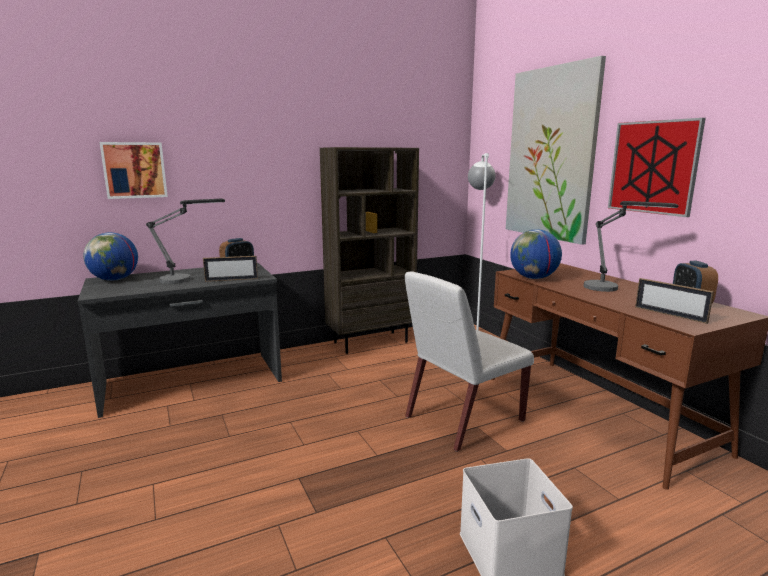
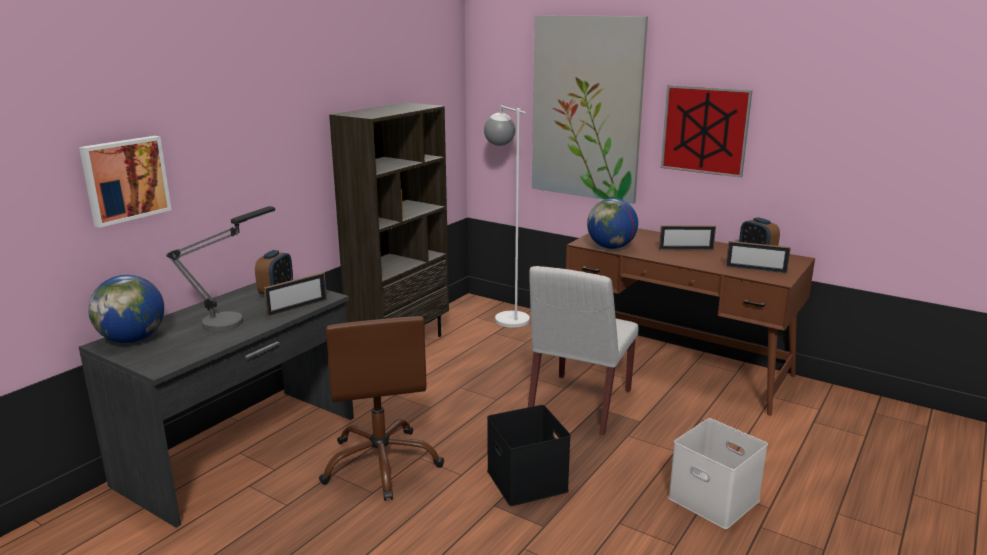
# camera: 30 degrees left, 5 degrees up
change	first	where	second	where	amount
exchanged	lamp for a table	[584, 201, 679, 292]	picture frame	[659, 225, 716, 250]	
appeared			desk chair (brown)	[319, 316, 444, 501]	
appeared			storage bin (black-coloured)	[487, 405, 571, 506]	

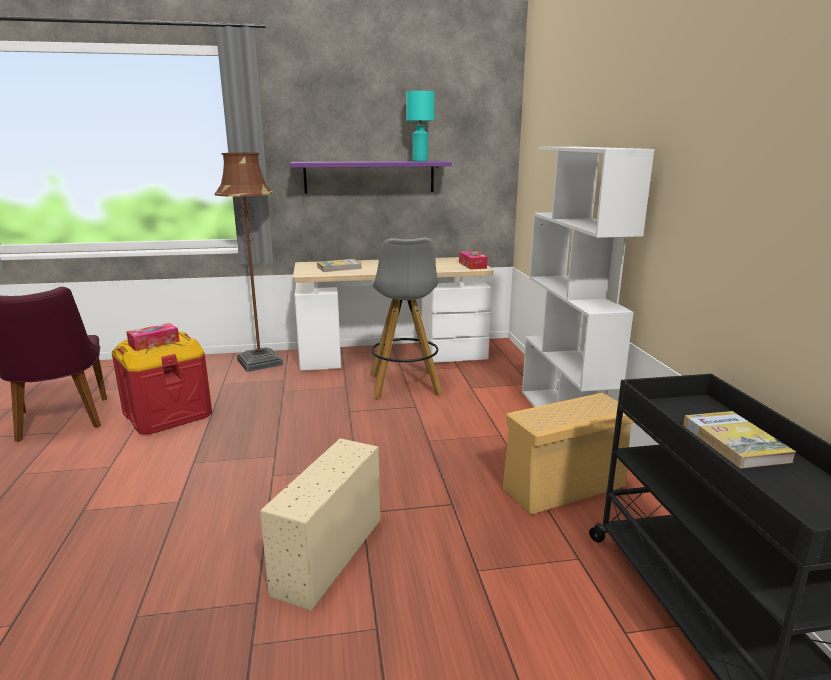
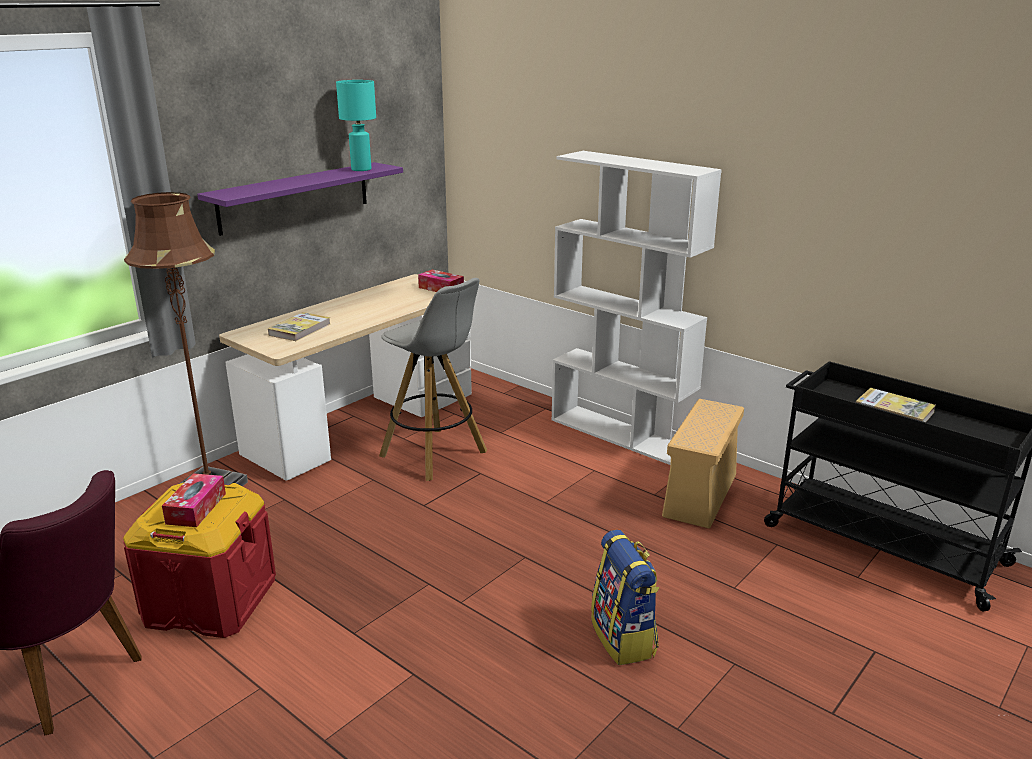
# camera: 40 degrees left, 5 degrees up
change	first	where	second	where	amount
exchanged	storage bin (beige)	[260, 438, 380, 611]	rucksack	[591, 530, 660, 665]	

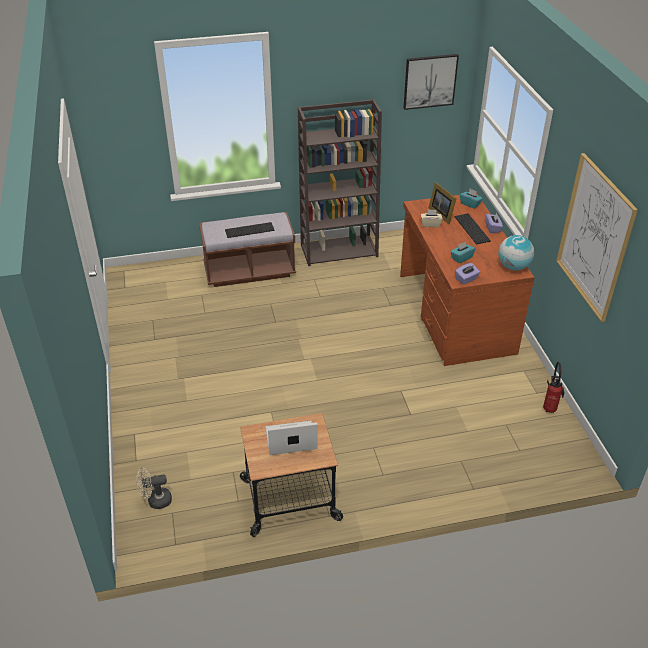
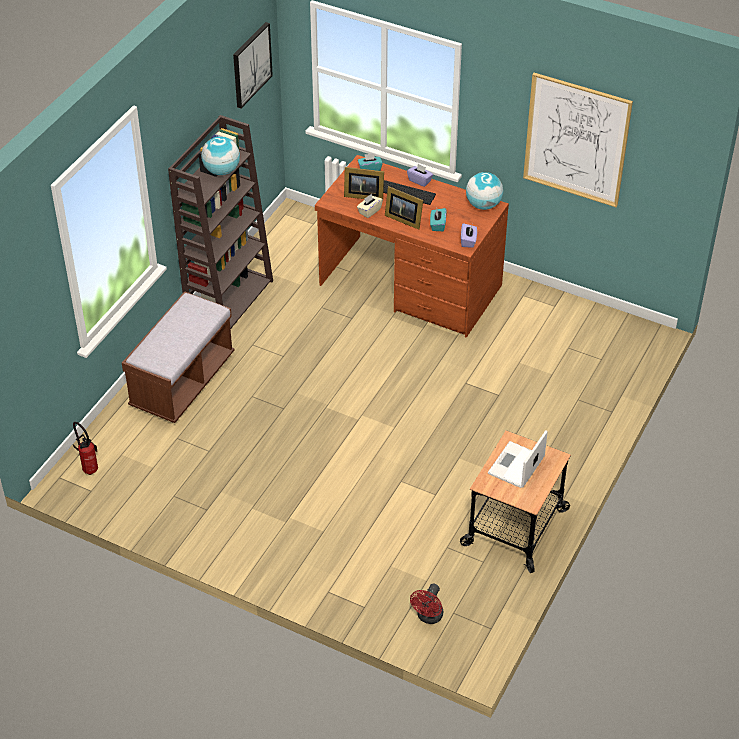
# camera: 50 degrees left, 5 degrees up
change	first	where	second	where	amount
missing	PC keyboard	[225, 222, 274, 238]			
relocated	fire-fighting cylinder	[543, 362, 565, 413]		[73, 422, 98, 475]	
colour	fan (beige)	[136, 468, 172, 509]	fan (red)	[410, 584, 443, 624]	
appeared			world globe	[201, 136, 240, 175]	
appeared			picture frame	[385, 186, 423, 230]	

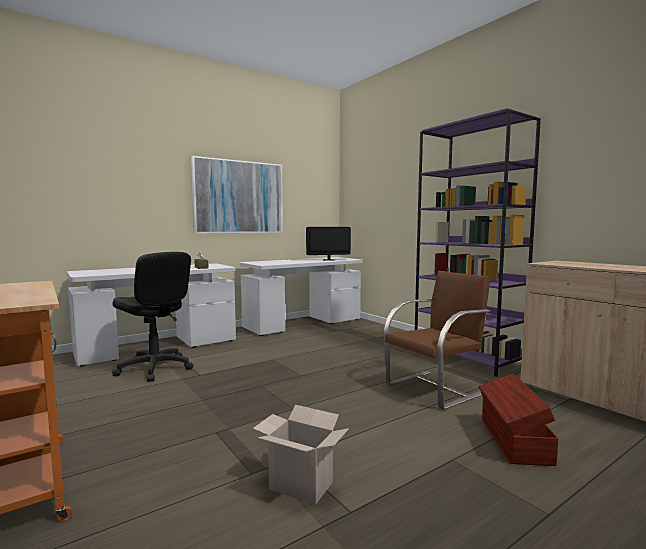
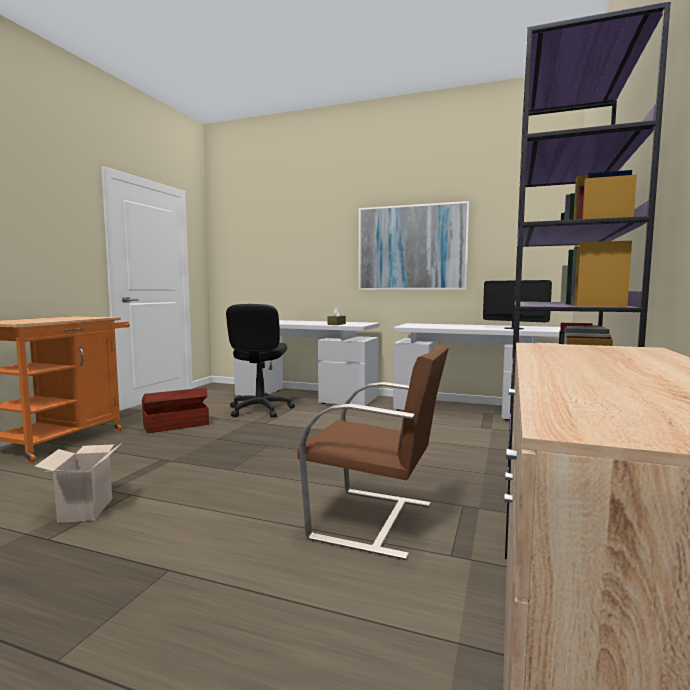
# camera: 55 degrees right, 0 degrees up
change	first	where	second	where	amount
relocated	storage bin (brown)	[479, 373, 558, 466]		[142, 388, 209, 433]	

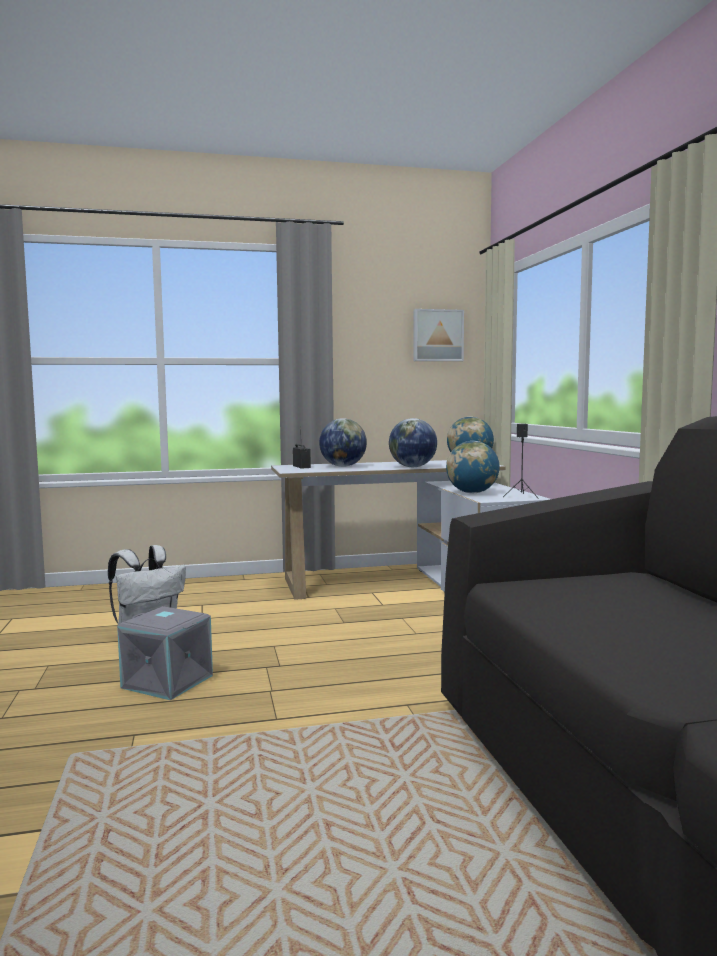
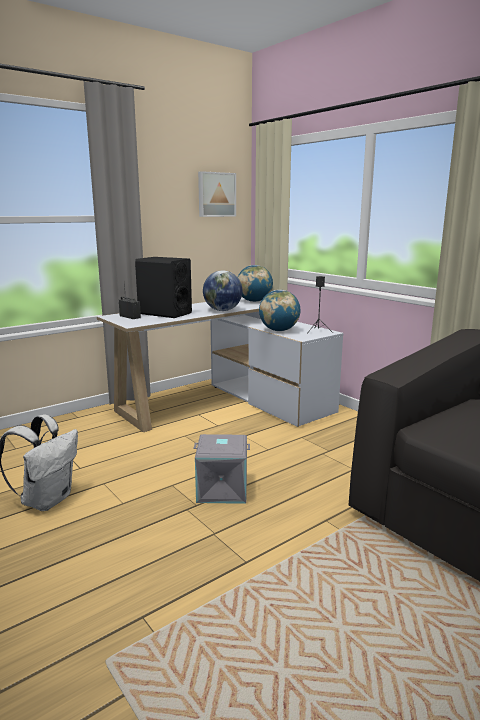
# camera: 25 degrees left, 10 degrees up
change	first	where	second	where	amount
exchanged	world globe	[319, 418, 367, 467]	loudspeaker (black-coloured)	[135, 257, 192, 318]	
relocated	storage bin (greyish)	[117, 606, 213, 700]		[193, 434, 250, 504]	

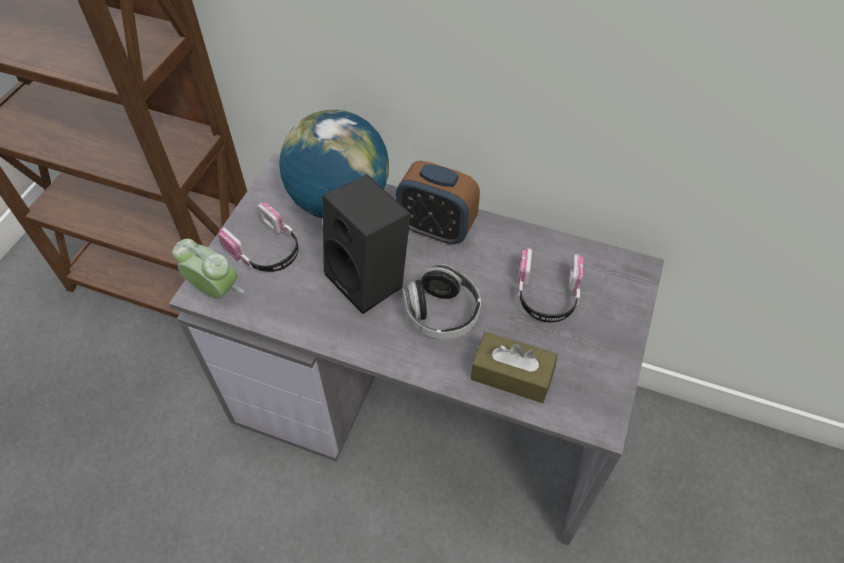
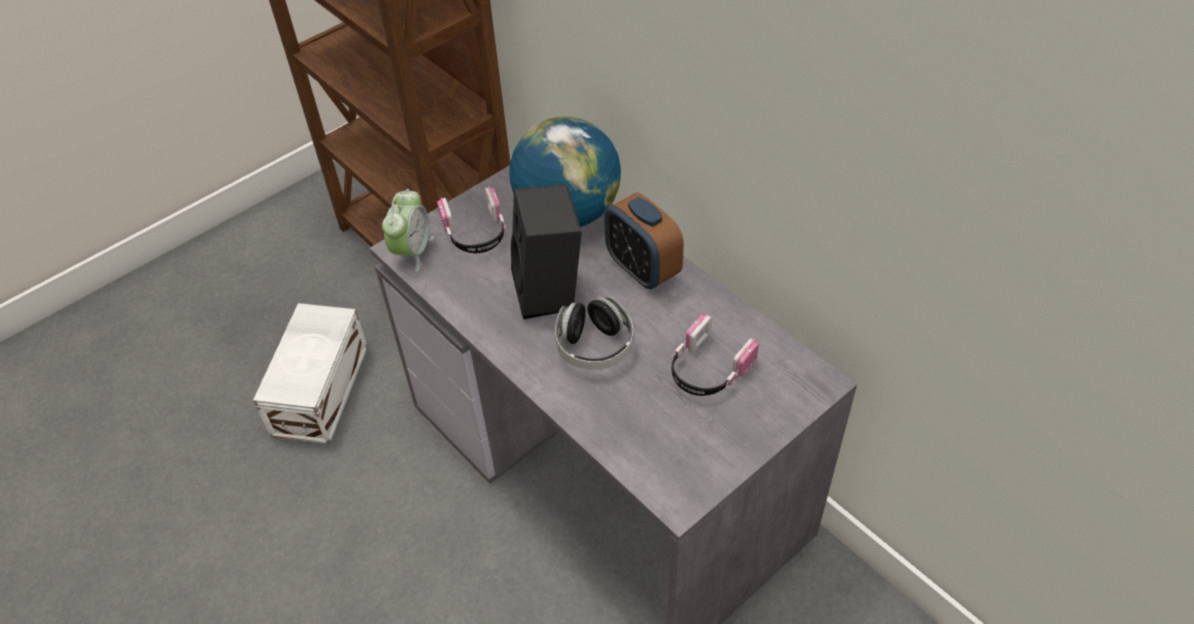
# camera: 30 degrees right, 5 degrees down
change	first	where	second	where	amount
spun	alarm clock	[172, 239, 245, 299]		[382, 189, 434, 272]	45 degrees clockwise
missing	tissue holder (brown)	[471, 332, 558, 403]			
appeared			storage bin (white-coloured)	[253, 303, 368, 444]	

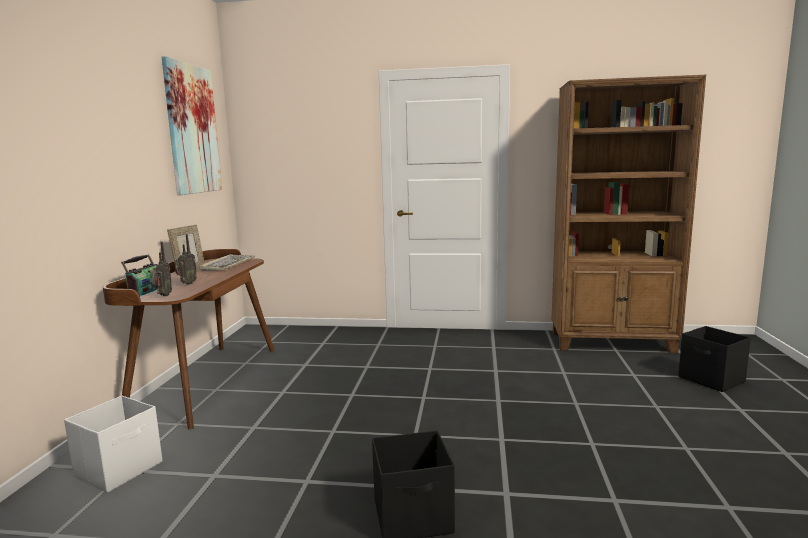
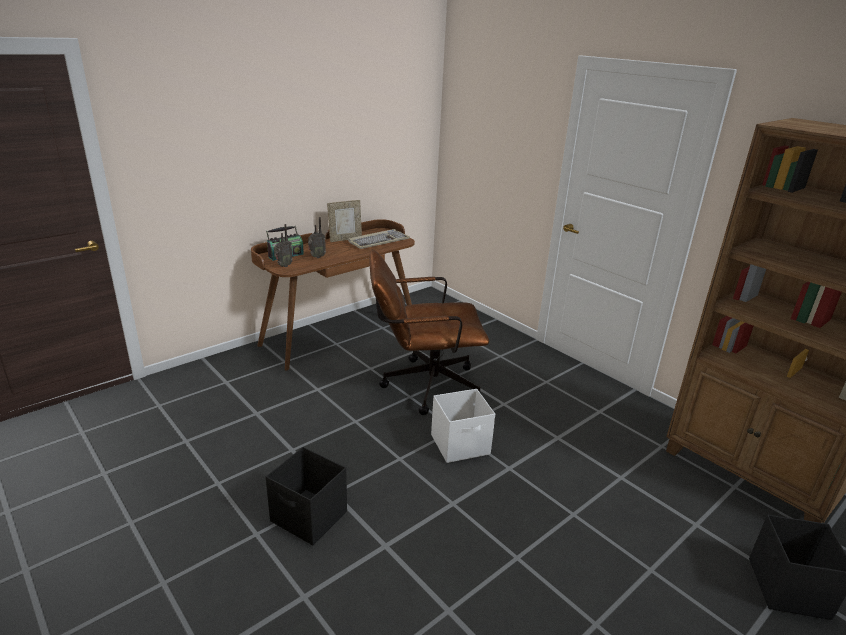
# camera: 40 degrees right, 15 degrees up
change	first	where	second	where	amount
missing	picture	[162, 56, 222, 195]			
relocated	storage bin (white-coloured)	[64, 396, 162, 493]		[431, 389, 495, 463]	
appeared			desk chair (brown)	[369, 250, 489, 415]	

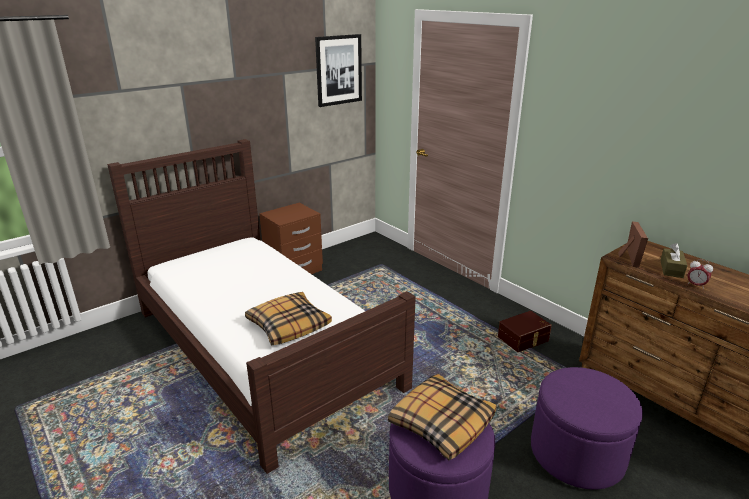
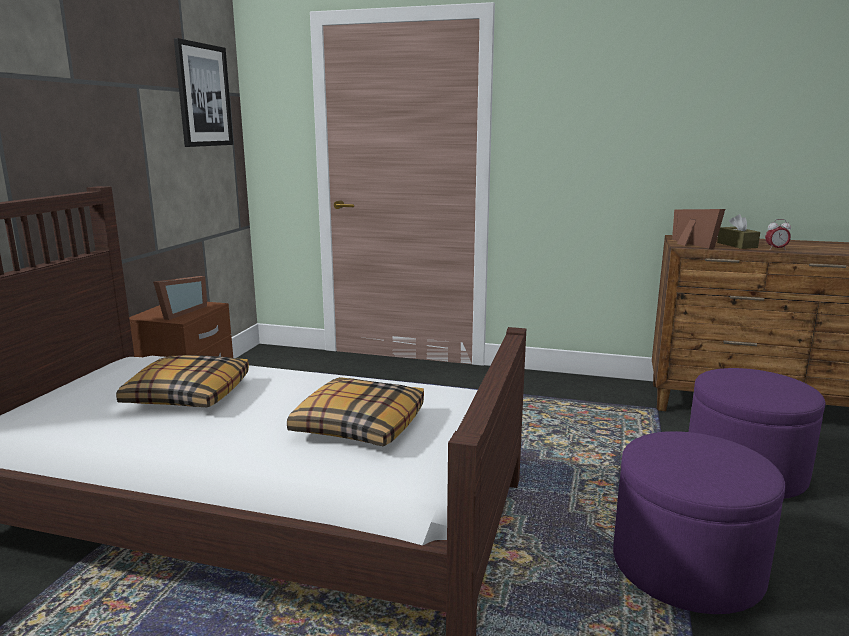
# camera: 35 degrees left, 10 degrees down
change	first	where	second	where	amount
missing	storage bin (brown)	[498, 311, 552, 352]			
relocated	cushion	[388, 374, 496, 460]		[116, 355, 249, 407]	
appeared			picture frame	[153, 276, 207, 320]	

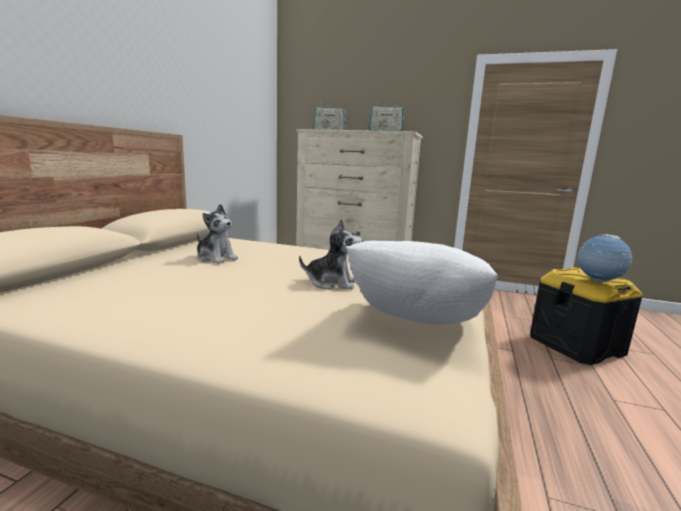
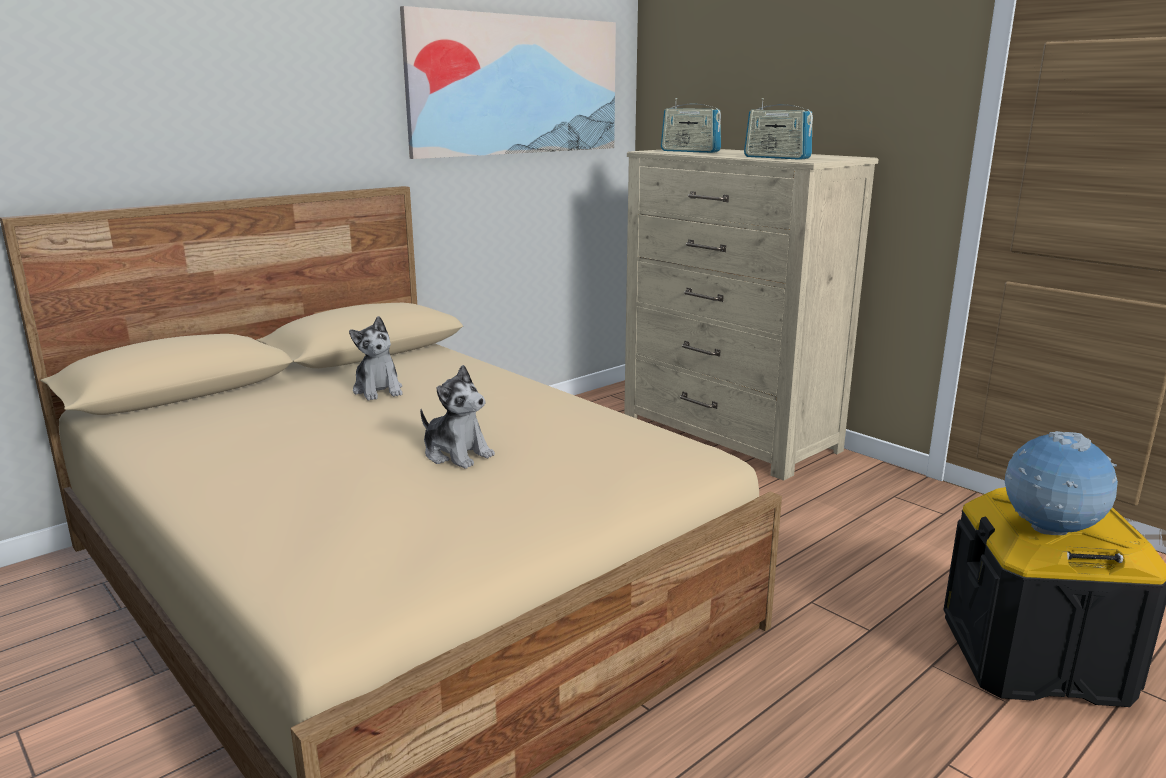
# camera: 30 degrees right, 5 degrees up
change	first	where	second	where	amount
missing	cushion (white-coloured)	[346, 241, 498, 325]			
appeared			picture	[400, 6, 616, 159]	

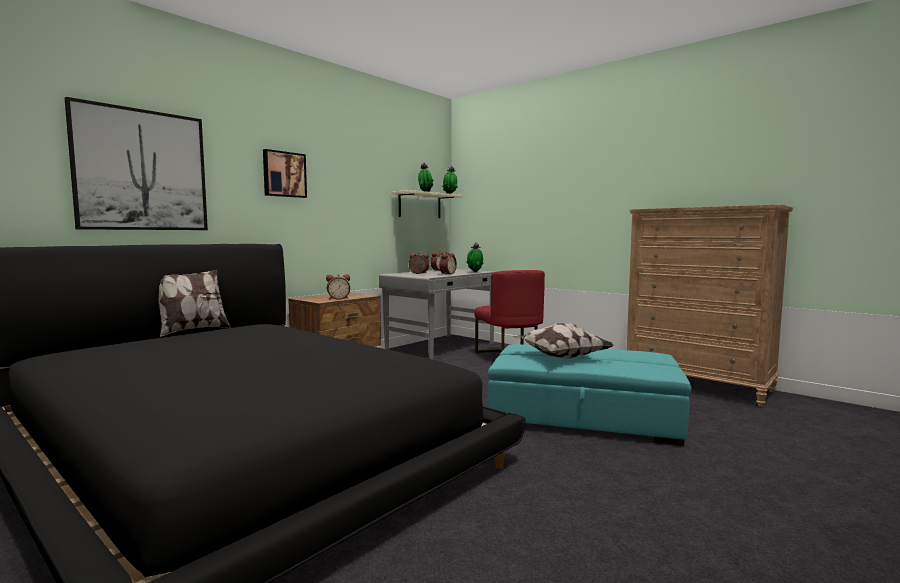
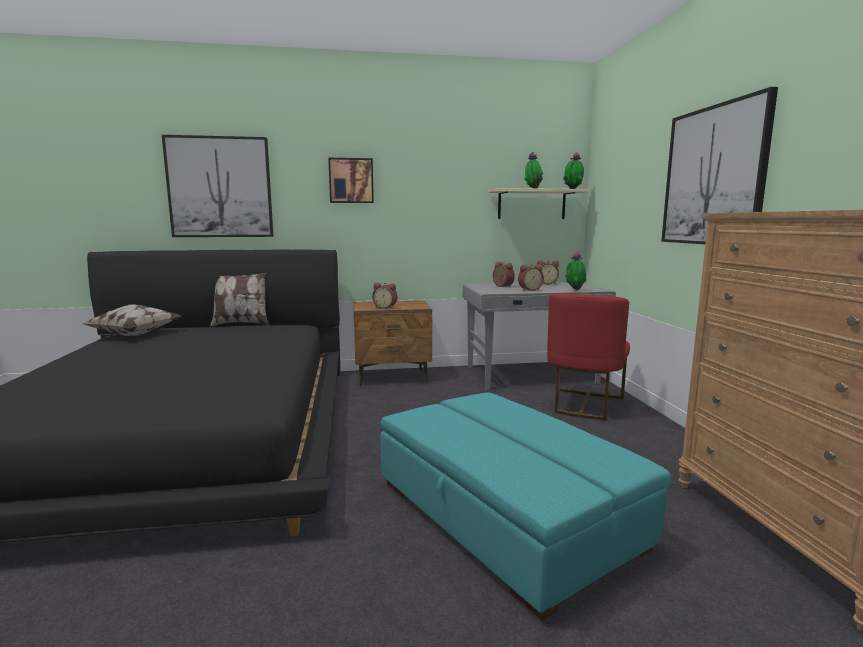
# camera: 40 degrees right, 5 degrees up
change	first	where	second	where	amount
relocated	cushion	[513, 323, 613, 359]		[81, 304, 181, 336]	
appeared			picture	[661, 87, 778, 244]	

